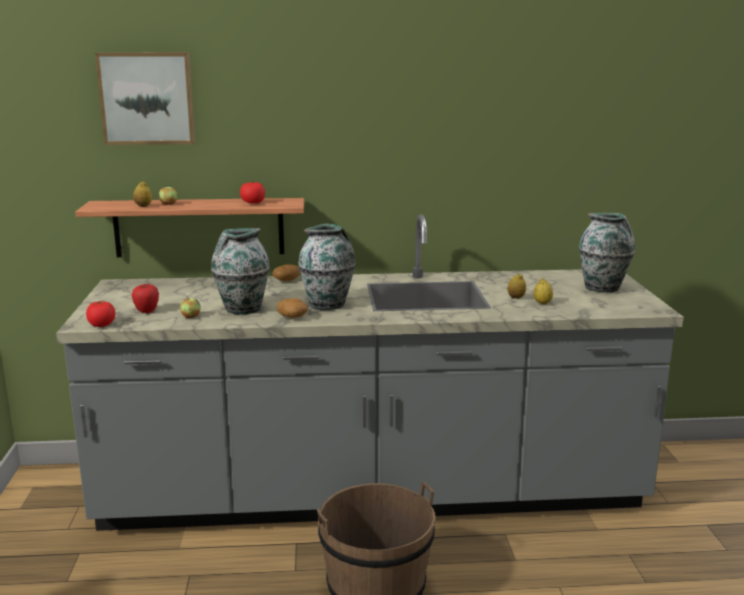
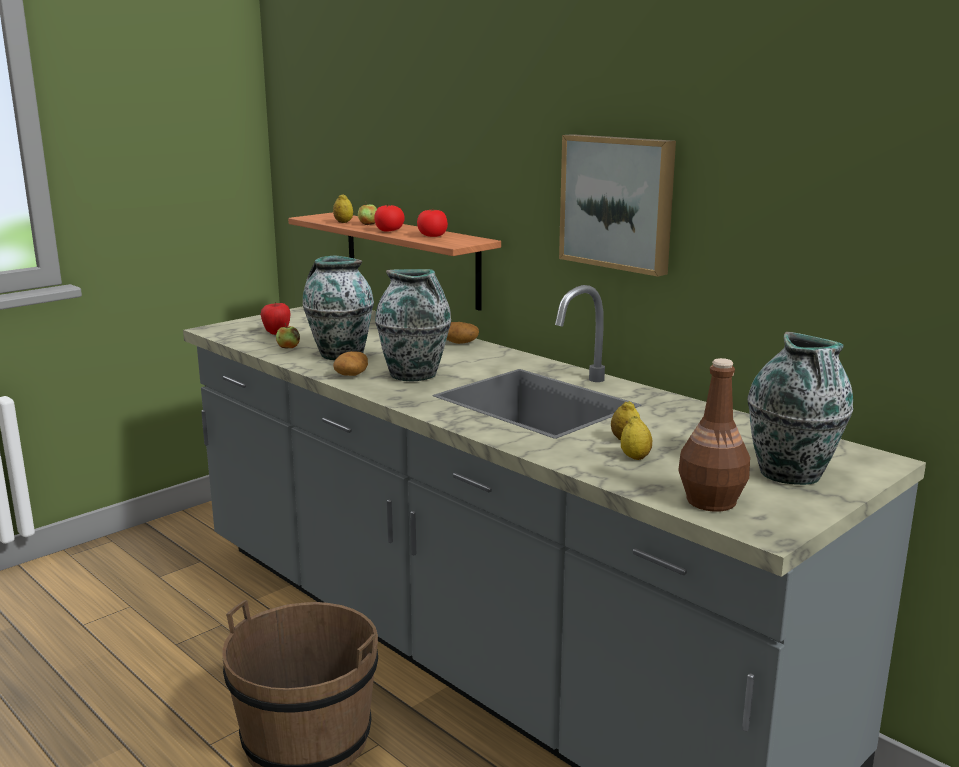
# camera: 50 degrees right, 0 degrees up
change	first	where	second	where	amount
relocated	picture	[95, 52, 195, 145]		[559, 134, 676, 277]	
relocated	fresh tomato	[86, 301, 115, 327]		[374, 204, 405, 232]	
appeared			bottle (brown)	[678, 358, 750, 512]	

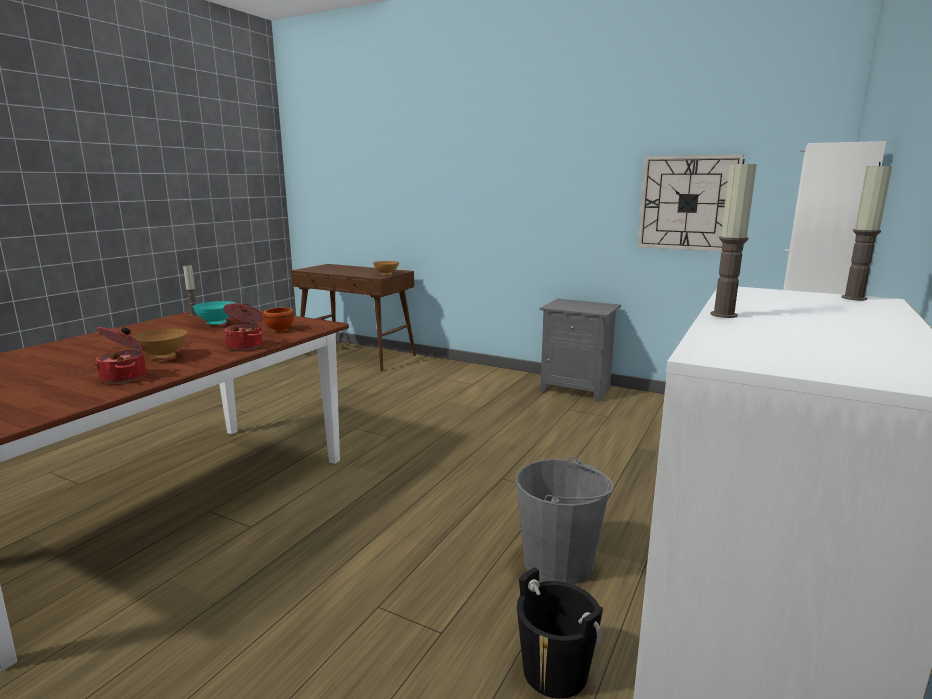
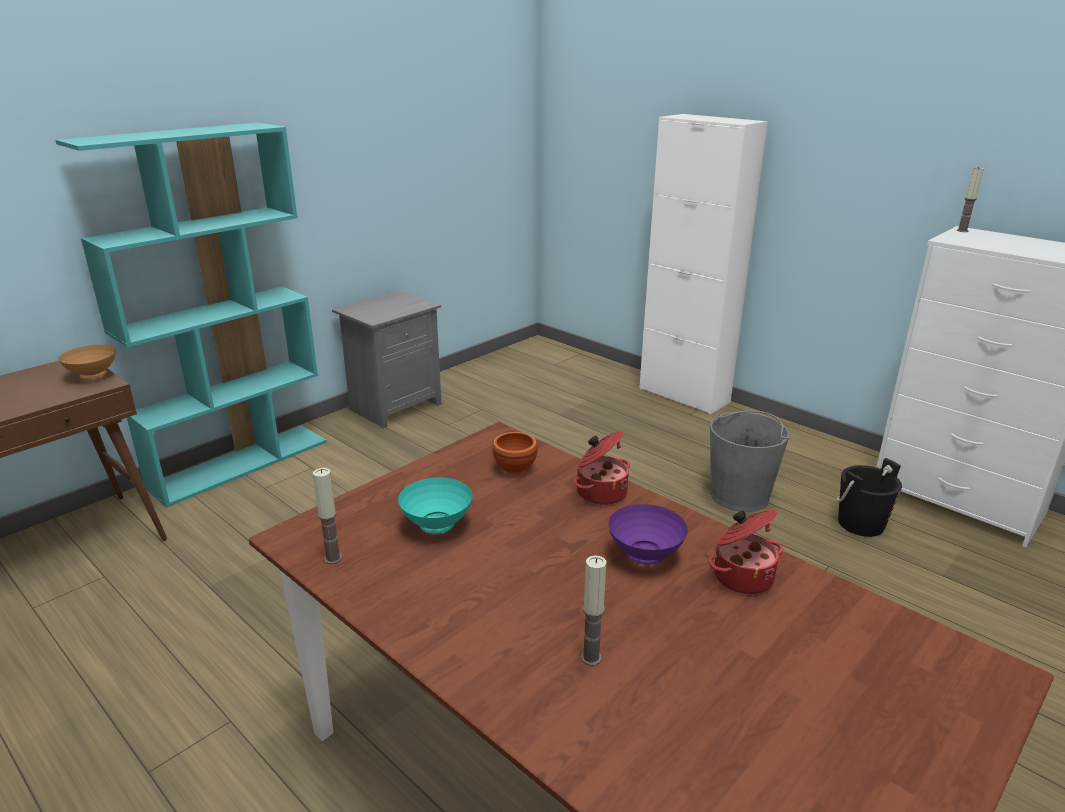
# camera: 75 degrees left, 10 degrees up
change	first	where	second	where	amount
missing	clock on the wall	[638, 155, 744, 251]			
relocated	wax light	[711, 159, 757, 318]		[581, 555, 606, 666]	
colour	deep dish (brown)	[132, 329, 188, 359]	deep dish (purple-coloured)	[608, 504, 688, 565]	
appeared			bookshelf (turquoise)	[55, 122, 327, 508]	

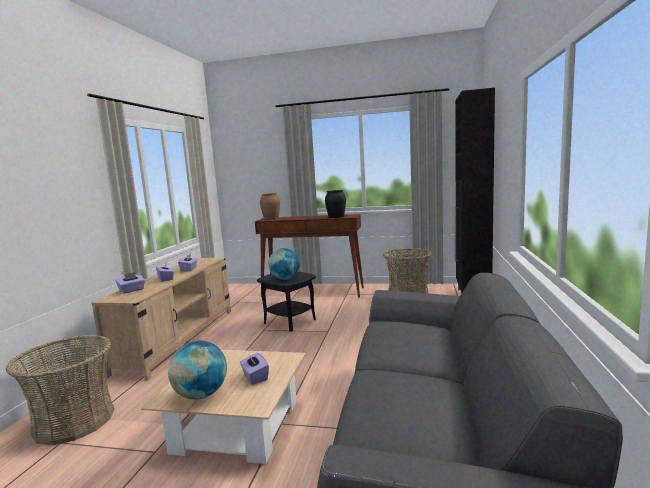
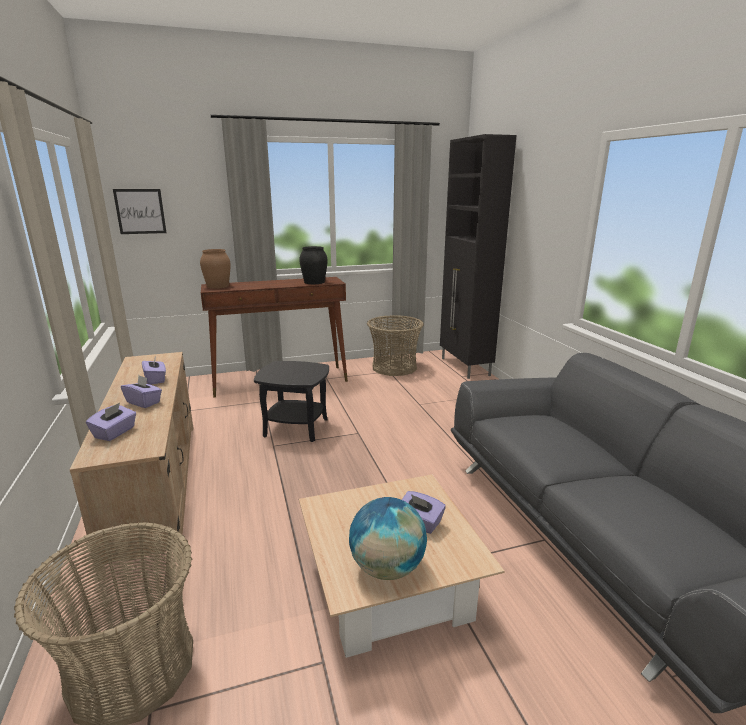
# camera: 30 degrees left, 10 degrees up
change	first	where	second	where	amount
missing	world globe	[268, 248, 300, 280]			
appeared			picture	[113, 189, 167, 234]	

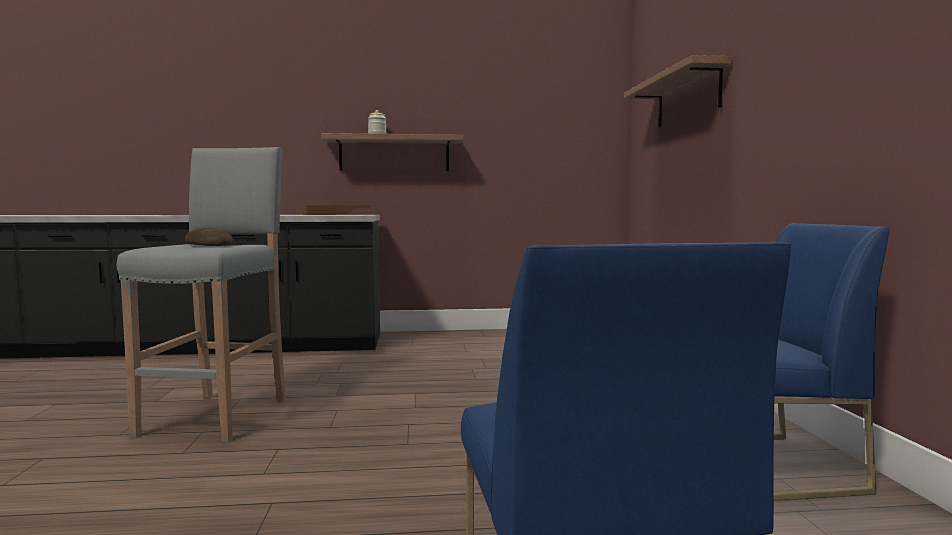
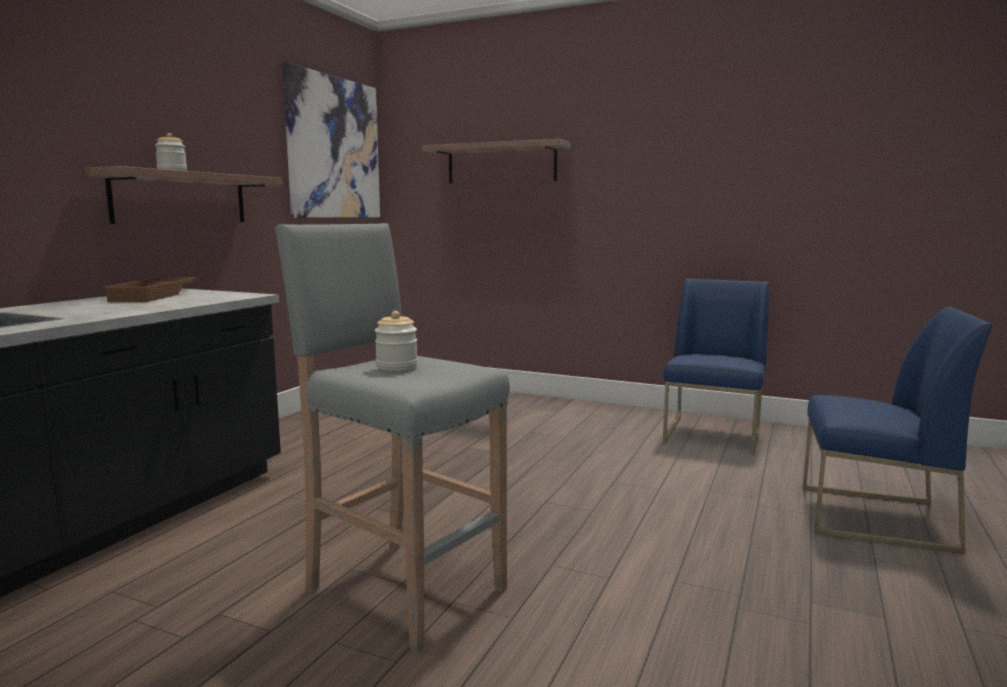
# camera: 60 degrees left, 5 degrees up
change	first	where	second	where	amount
exchanged	bakery bread	[185, 228, 233, 246]	jar	[375, 311, 418, 371]	
appeared			picture	[282, 63, 380, 218]	

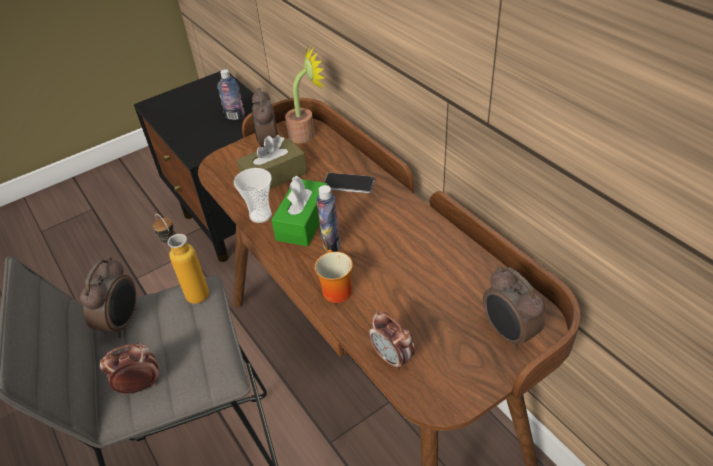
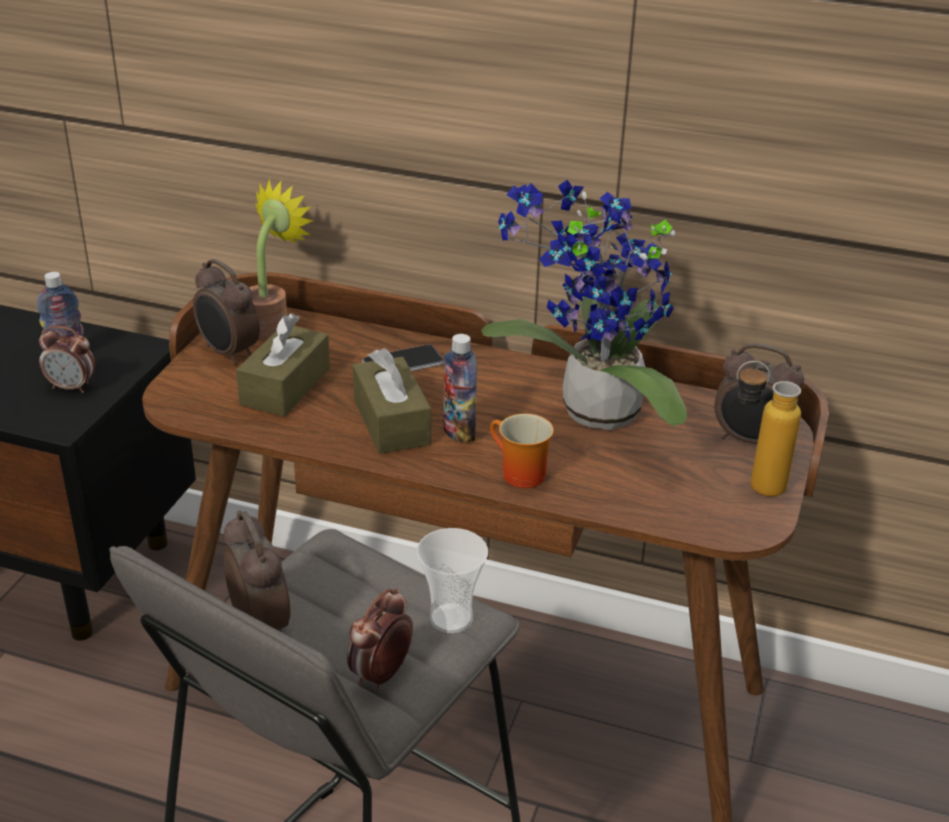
# camera: 40 degrees left, 10 degrees down
change	first	where	second	where	amount
relocated	cup	[234, 168, 272, 223]		[416, 528, 488, 633]	
colour	tissue holder (green)	[271, 176, 327, 246]	tissue holder (brown)	[353, 348, 431, 454]	
relocated	bottle	[153, 214, 209, 304]		[737, 361, 801, 497]	
relocated	alarm clock	[369, 311, 415, 370]		[39, 326, 95, 393]	
appeared			plant in a pot	[481, 180, 687, 430]	

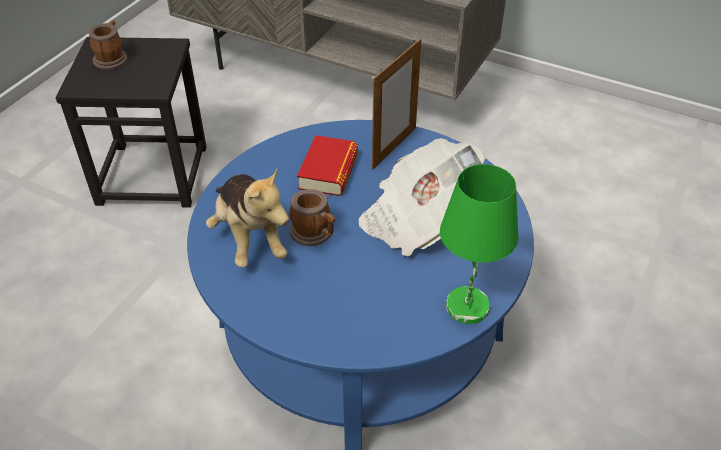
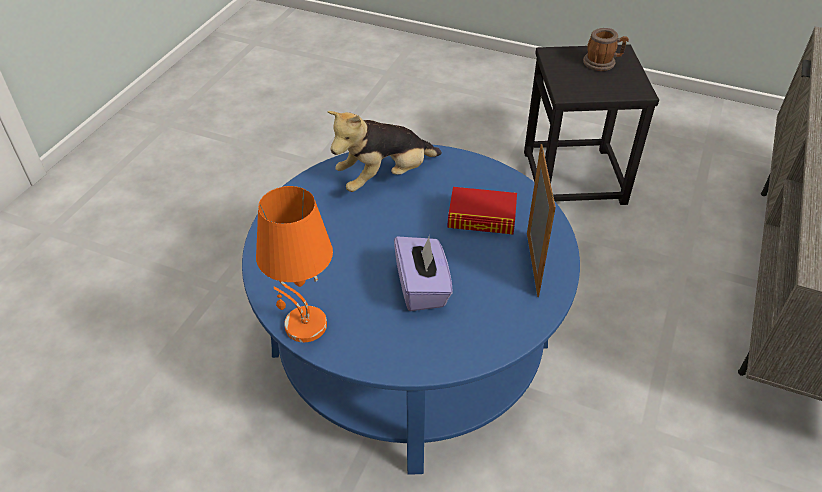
# camera: 85 degrees right, 0 degrees up
change	first	where	second	where	amount
spun	picture frame	[372, 38, 421, 170]		[527, 144, 556, 297]	120 degrees counterclockwise
exchanged	printed paper	[359, 138, 486, 257]	tissue holder (purple-coloured)	[394, 235, 453, 311]	
colour	lamp for a table (green)	[440, 164, 519, 324]	lamp for a table (orangey)	[256, 186, 333, 342]	
missing	mug	[289, 189, 335, 246]			

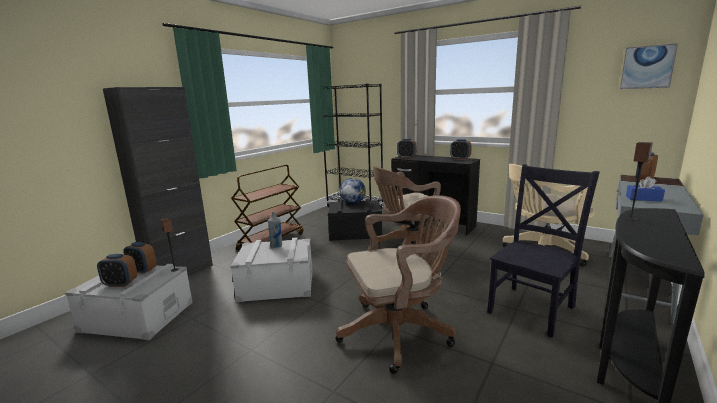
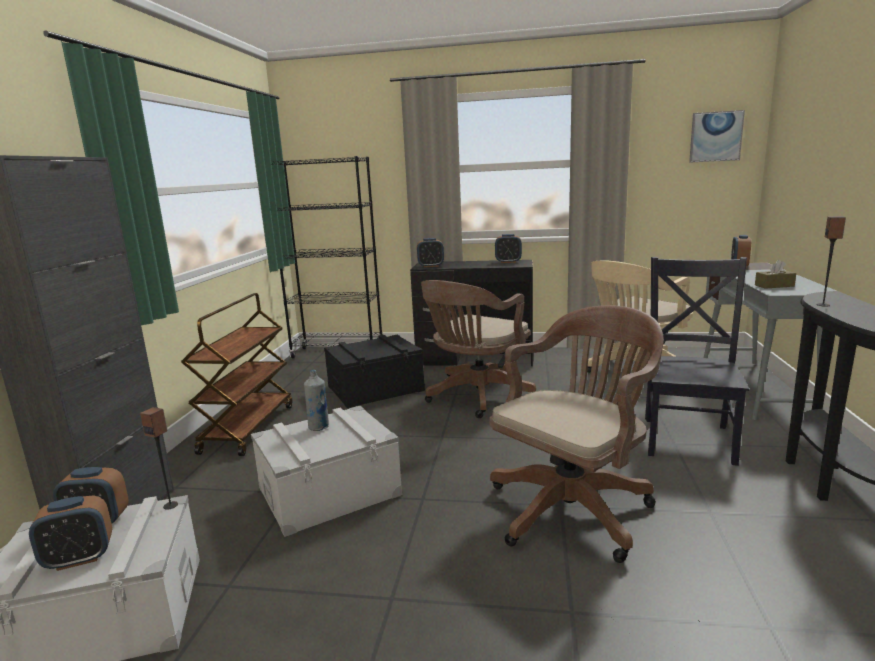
# camera: 25 degrees left, 0 degrees up
change	first	where	second	where	amount
colour	tissue holder (blue)	[626, 176, 665, 202]	tissue holder (brown)	[755, 260, 796, 289]	
missing	world globe	[340, 178, 366, 204]			

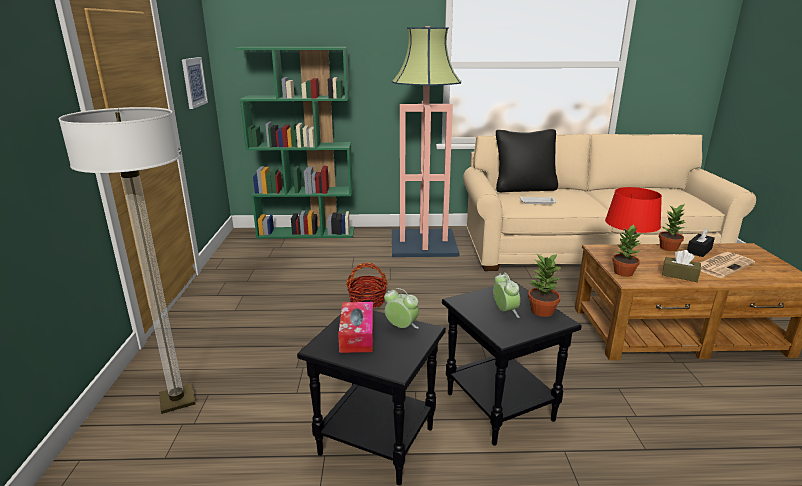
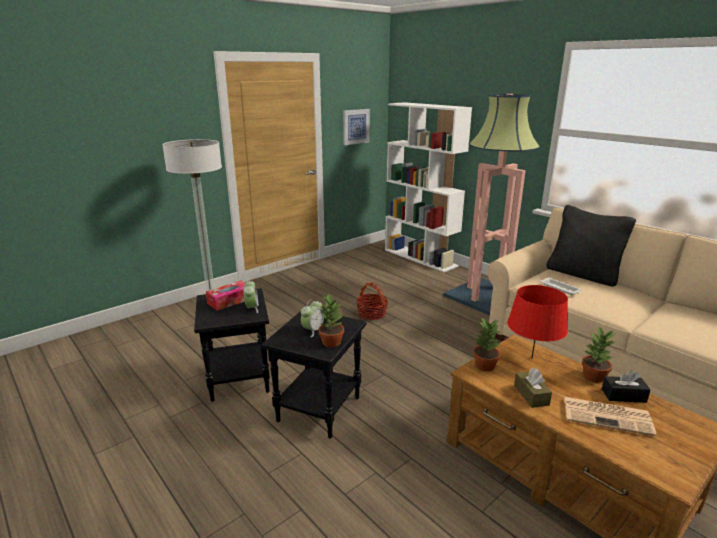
# camera: 50 degrees right, 0 degrees up
change	first	where	second	where	amount
colour	bookshelf (green)	[234, 47, 354, 239]	bookshelf (white-coloured)	[385, 102, 472, 272]	

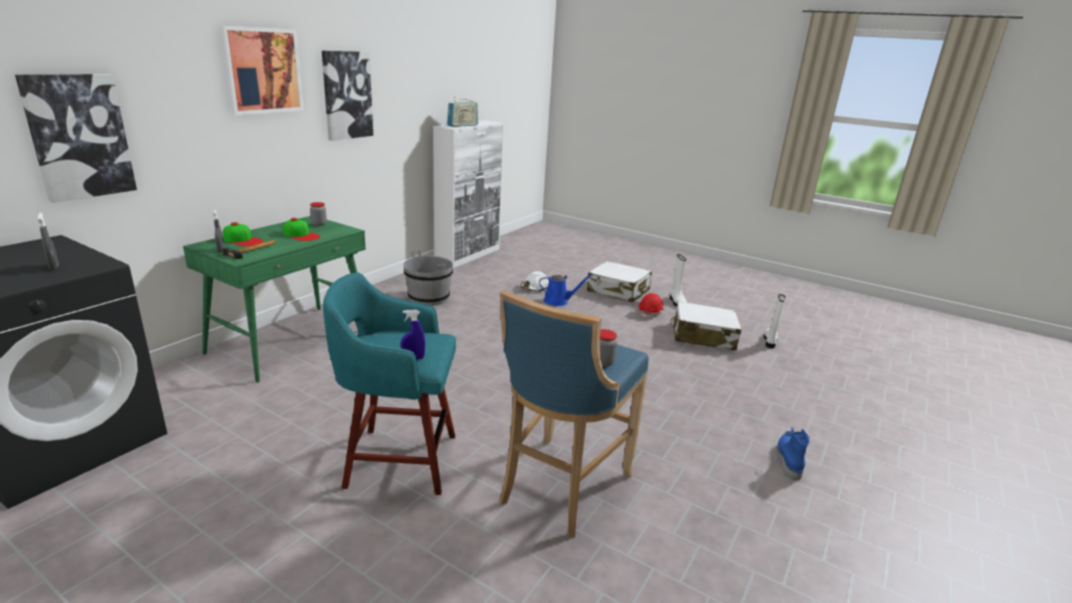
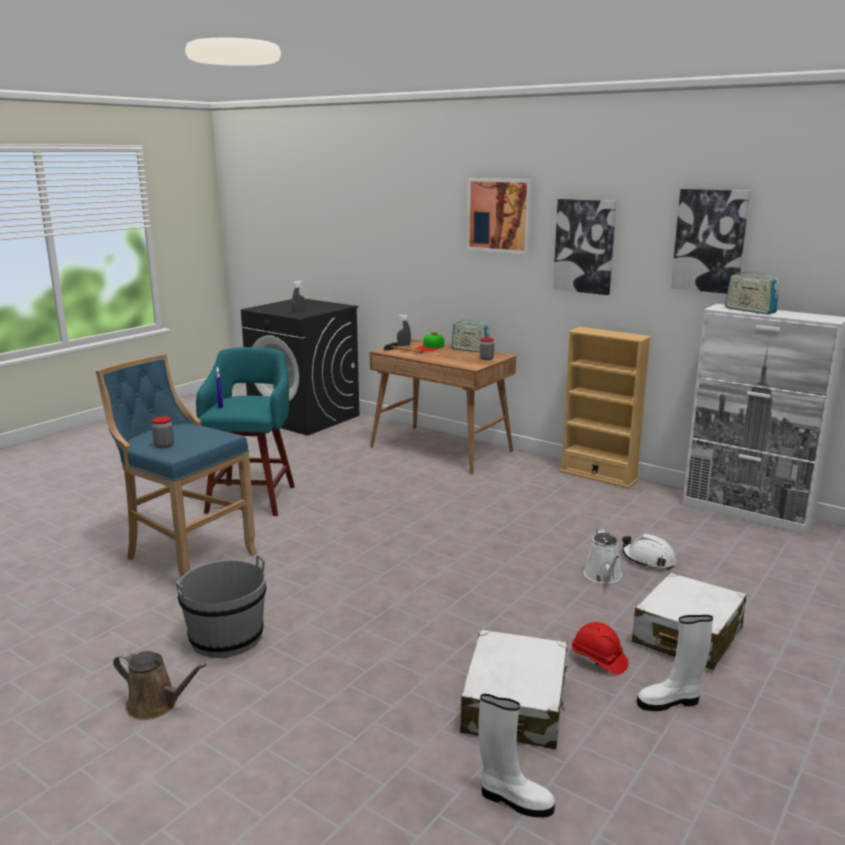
# camera: 95 degrees right, 5 degrees down
change	first	where	second	where	amount
relocated	picture	[15, 74, 137, 203]		[671, 189, 750, 294]	
colour	desk (green)	[183, 216, 366, 383]	desk (brown)	[370, 339, 516, 474]	
missing	peaked cap	[283, 218, 321, 241]			
relocated	bucket (greyish)	[403, 250, 453, 306]		[175, 554, 266, 658]	
colour	watering pot (blue)	[539, 274, 593, 306]	watering pot (white-coloured)	[584, 528, 622, 584]	
exchanged	boot (blue)	[776, 427, 809, 480]	watering pot (brown)	[113, 651, 207, 720]	
appeared			radio receiver	[452, 316, 490, 352]	
appeared			bookshelf (beige)	[560, 327, 652, 489]	

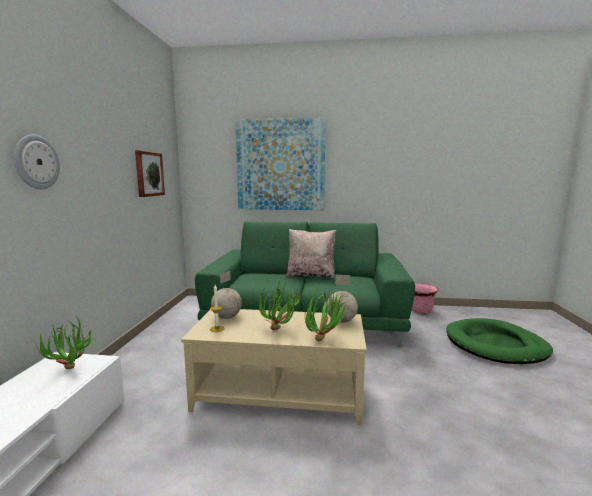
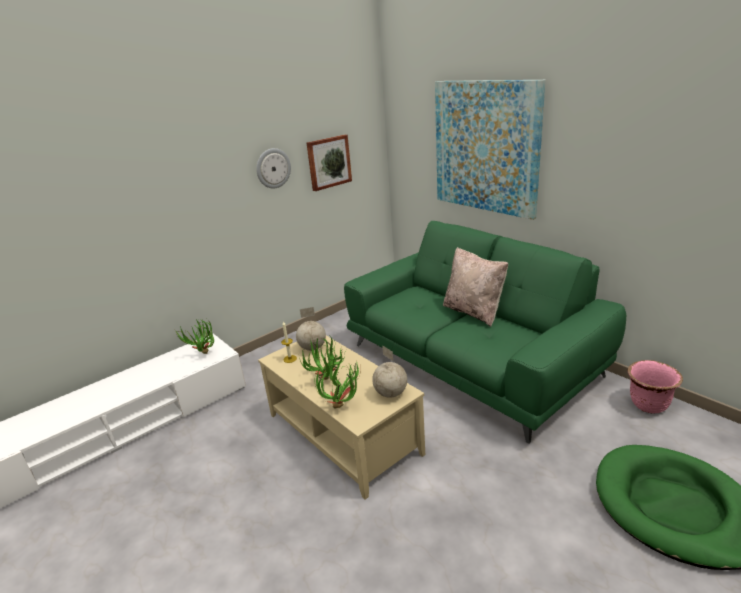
# camera: 45 degrees right, 15 degrees up
change	first	where	second	where	amount
relocated	clock on the wall	[14, 134, 60, 189]		[256, 148, 291, 188]	

